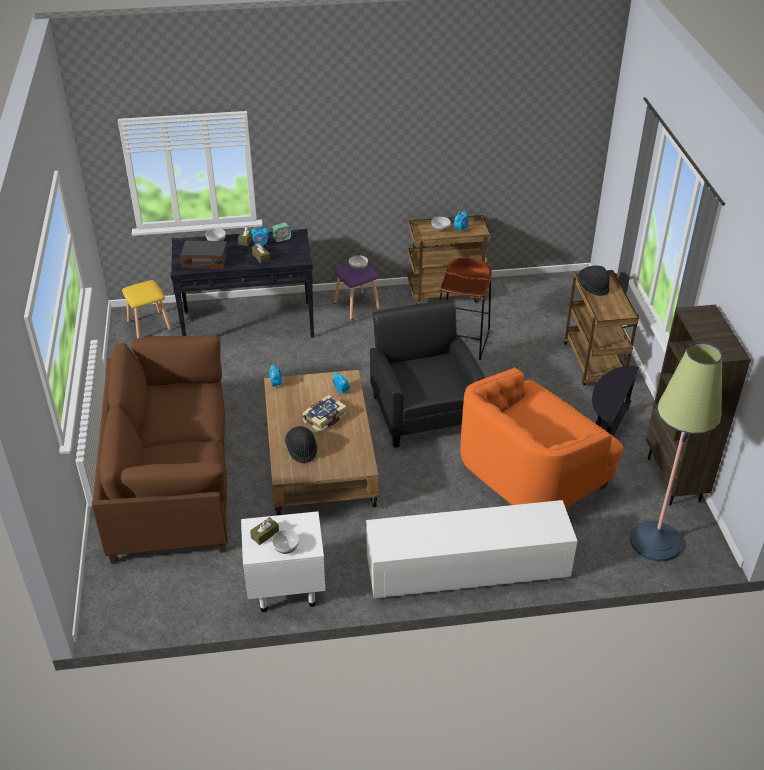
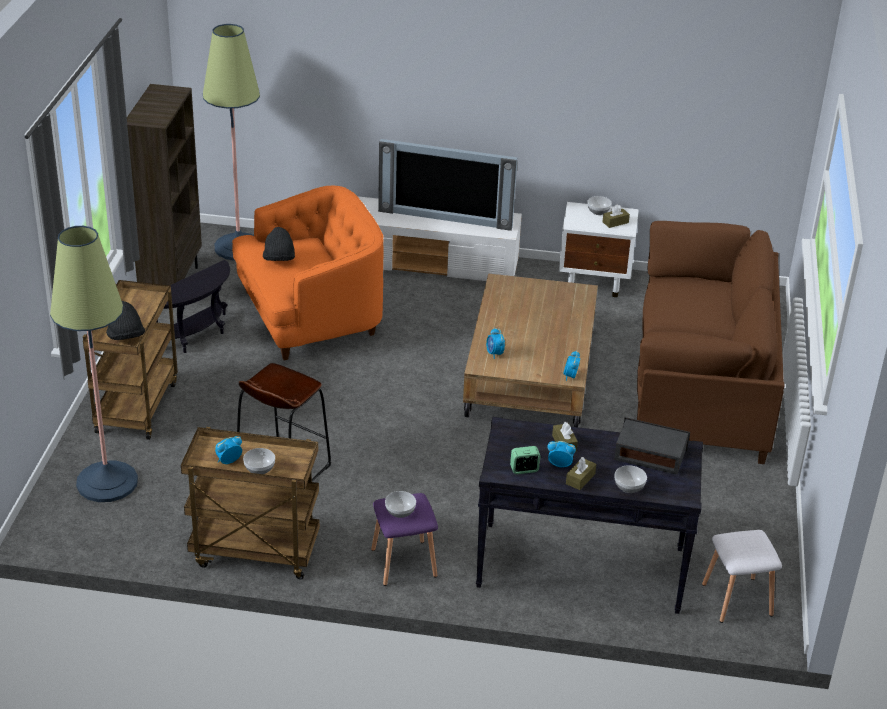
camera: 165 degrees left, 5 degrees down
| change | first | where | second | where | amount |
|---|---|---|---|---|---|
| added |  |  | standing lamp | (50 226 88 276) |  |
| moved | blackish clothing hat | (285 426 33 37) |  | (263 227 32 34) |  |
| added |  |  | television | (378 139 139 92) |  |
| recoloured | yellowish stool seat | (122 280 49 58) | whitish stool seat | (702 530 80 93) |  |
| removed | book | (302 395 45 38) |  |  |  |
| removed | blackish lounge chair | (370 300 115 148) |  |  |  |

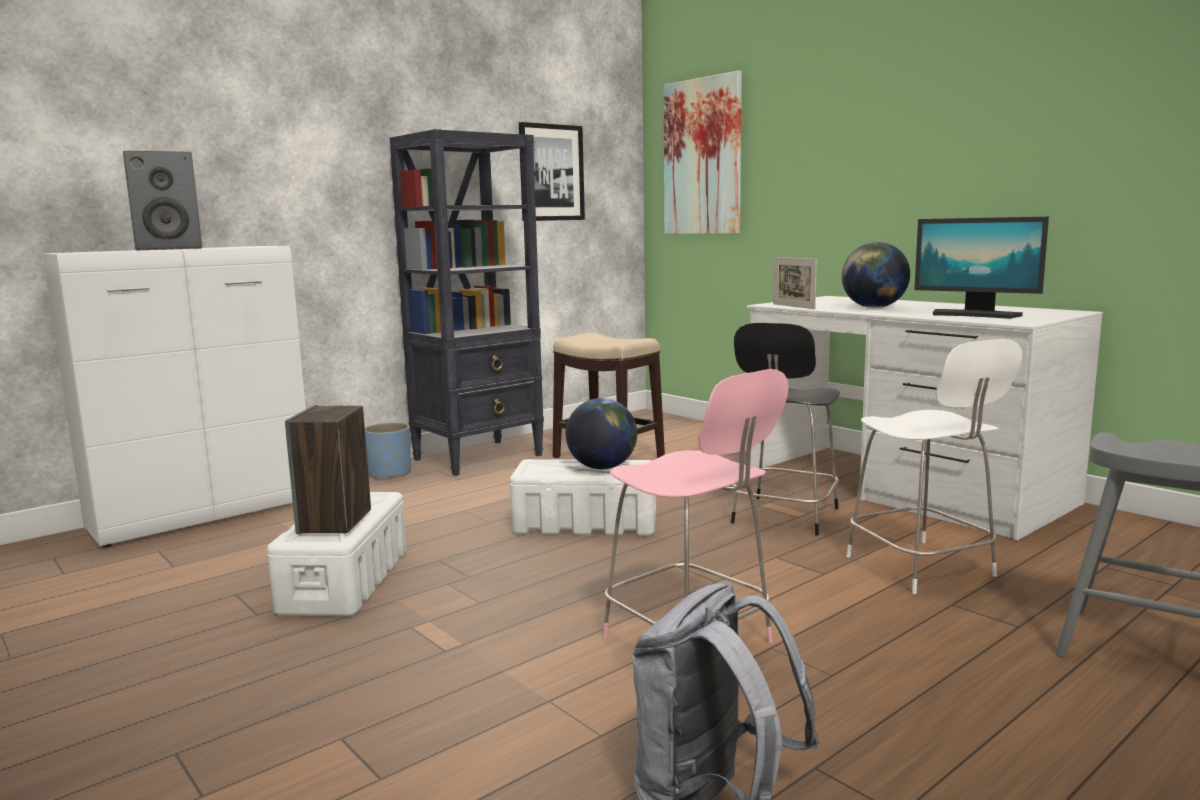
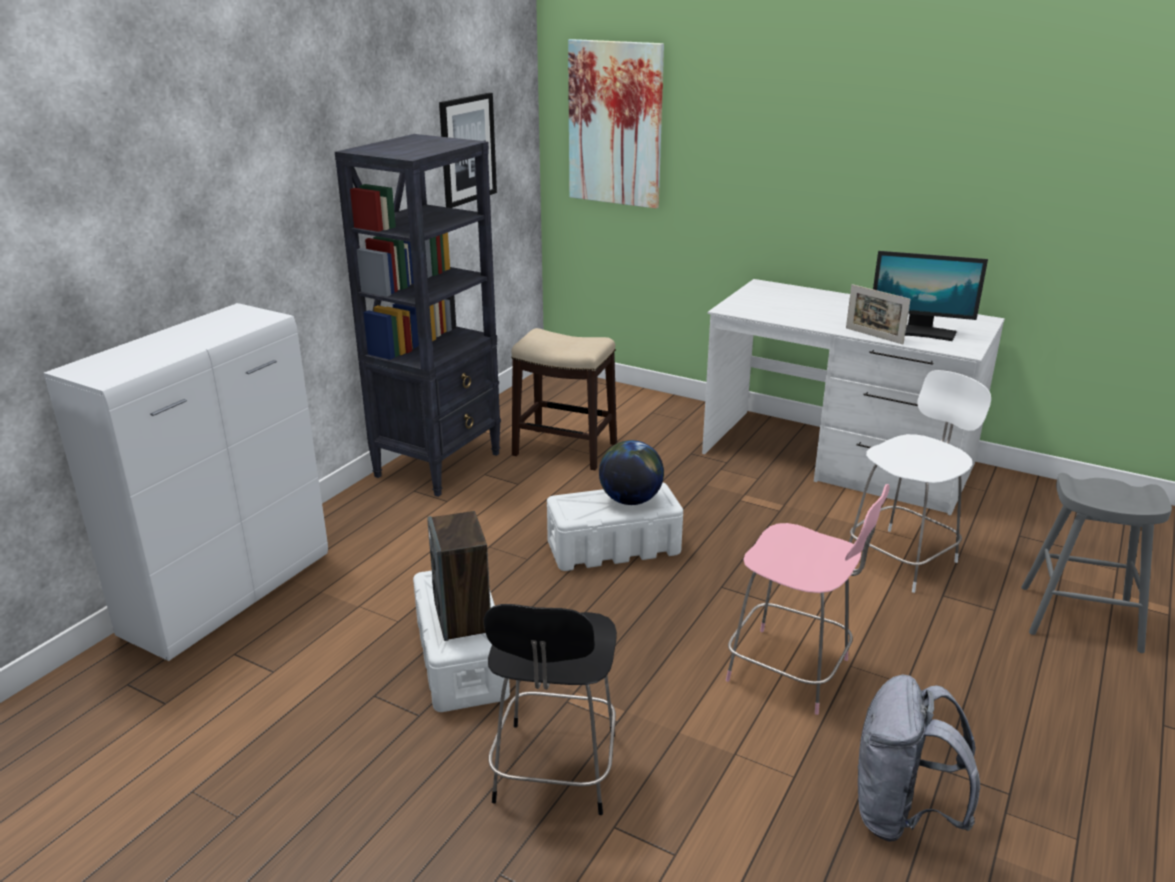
camera: 20 degrees left, 15 degrees up
| change | first | where | second | where | amount |
|---|---|---|---|---|---|
| moved | blackish plain chair | (731 323 109 213) |  | (484 604 133 211) |  |
| moved | picture frame | (774 257 43 52) |  | (846 284 65 60) |  |
| turned | whitish plain chair | (846 339 176 255) |  | (849 370 142 223) | 90 degrees counterclockwise |
| removed | speaker | (123 151 79 99) |  |  |  |
| removed | blue planter | (365 422 46 57) |  |  |  |
| removed | desk globe | (842 242 68 66) |  |  |  |

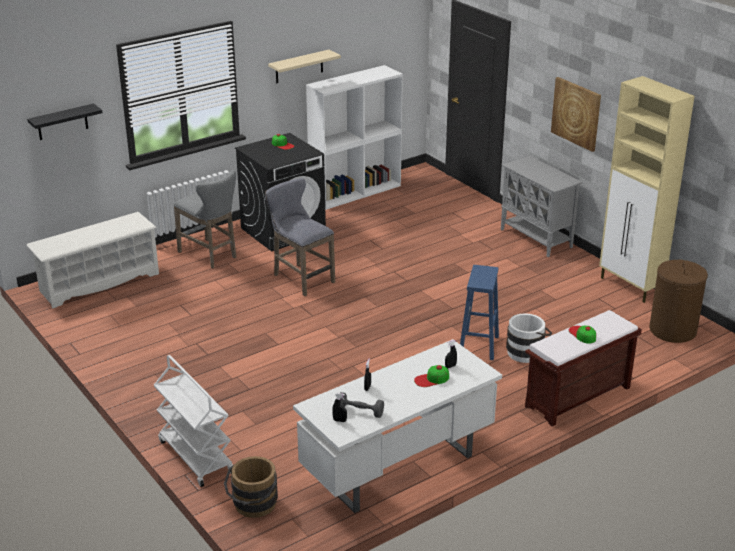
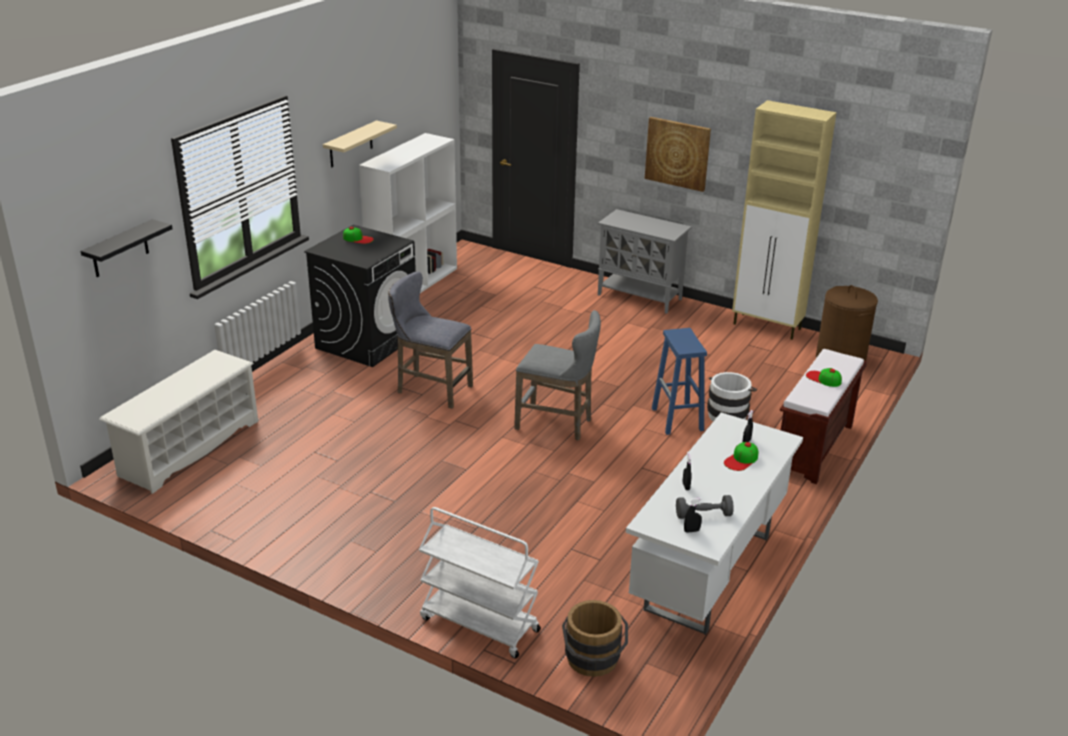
camera: 25 degrees left, 0 degrees up
| change | first | where | second | where | amount |
|---|---|---|---|---|---|
| moved | grey stool seat | (173 170 64 98) |  | (514 310 87 130) |  |

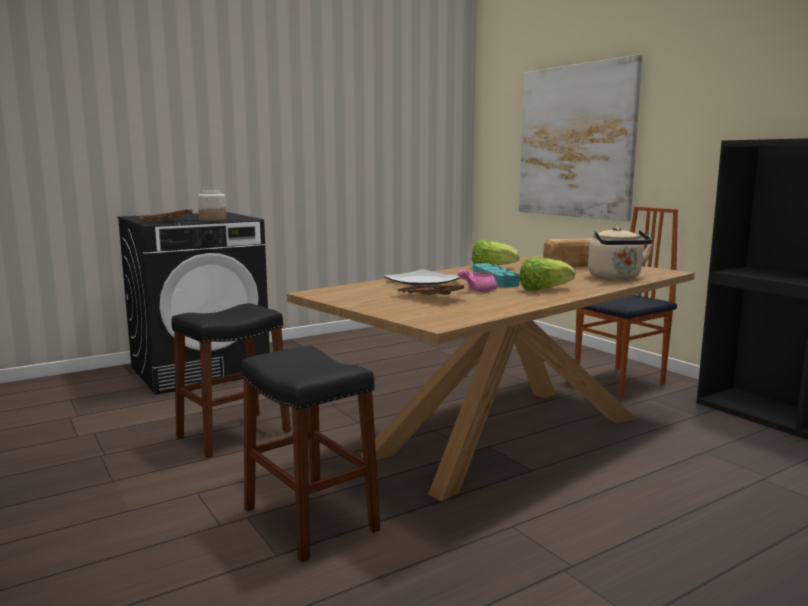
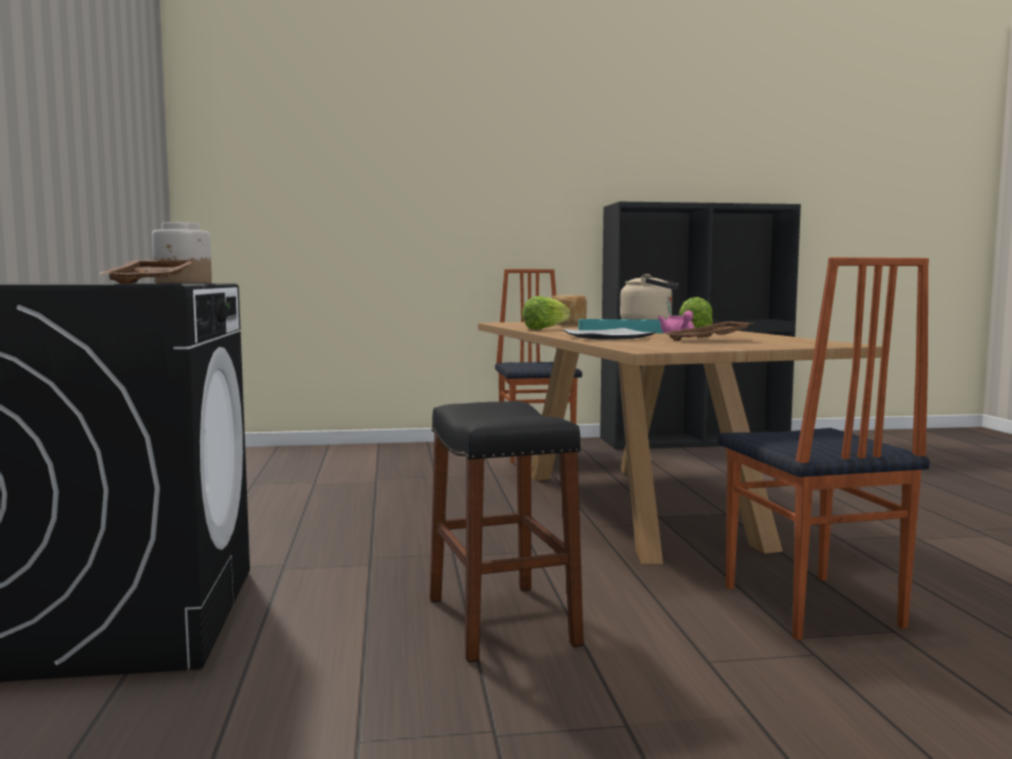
camera: 65 degrees left, 5 degrees down
| change | first | where | second | where | amount |
|---|---|---|---|---|---|
| replaced | blackish stool seat | (241 346 139 216) | plain chair | (718 257 212 383) |  |
| removed | wall picture | (519 55 123 167) |  |  |  |

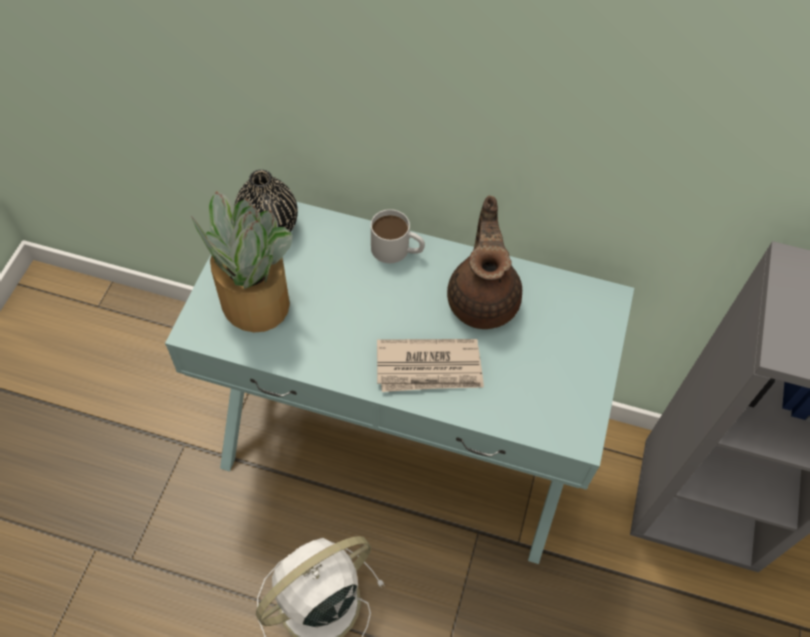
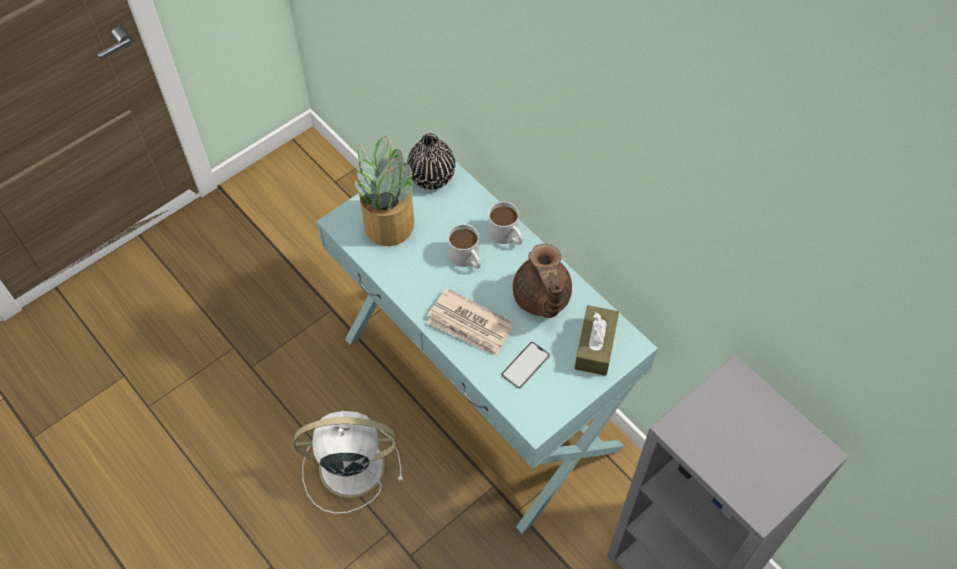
camera: 35 degrees right, 0 degrees up
| change | first | where | second | where | amount |
|---|---|---|---|---|---|
| added |  |  | whitish tea mug | (448 224 33 45) |  |
| added |  |  | phone | (502 342 48 47) |  |
| turned | brown pot for tea | (447 196 75 133) |  | (513 244 59 74) | 135 degrees clockwise |
| added |  |  | brown box of tissues | (574 305 45 71) |  |

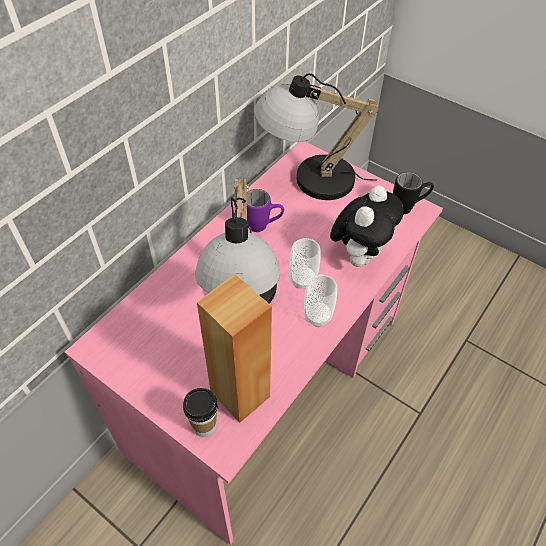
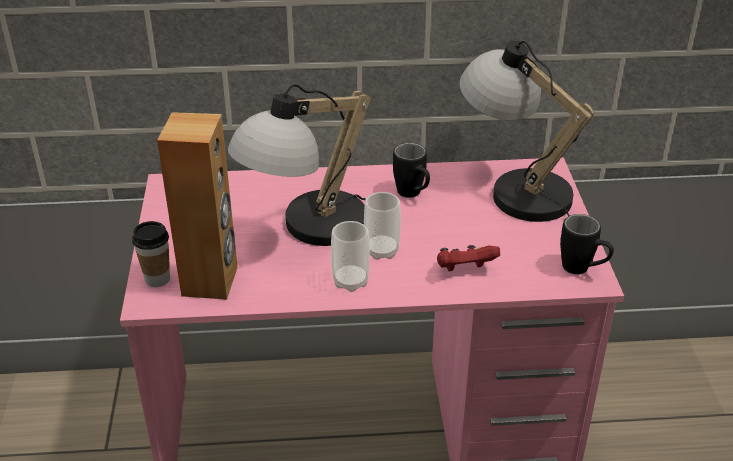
camera: 50 degrees right, 15 degrees down
| change | first | where | second | where | amount |
|---|---|---|---|---|---|
| recoloured | purplish tea mug | (243 189 41 43) | blackish tea mug | (393 143 37 55) |  |
| replaced | cuddly toy | (330 185 74 82) | red joypad | (437 245 63 26) |  |

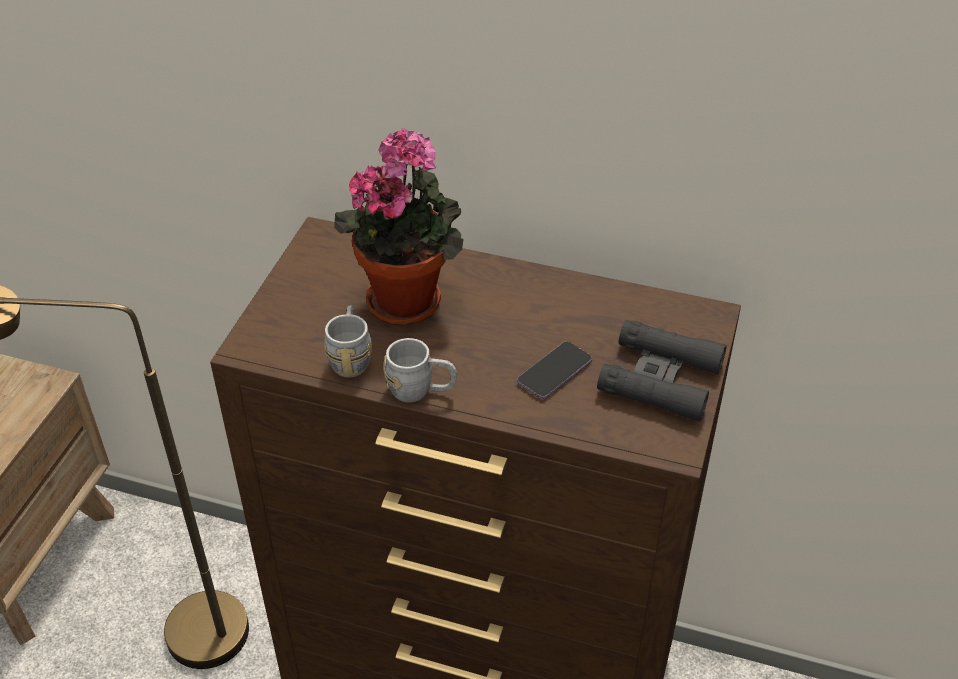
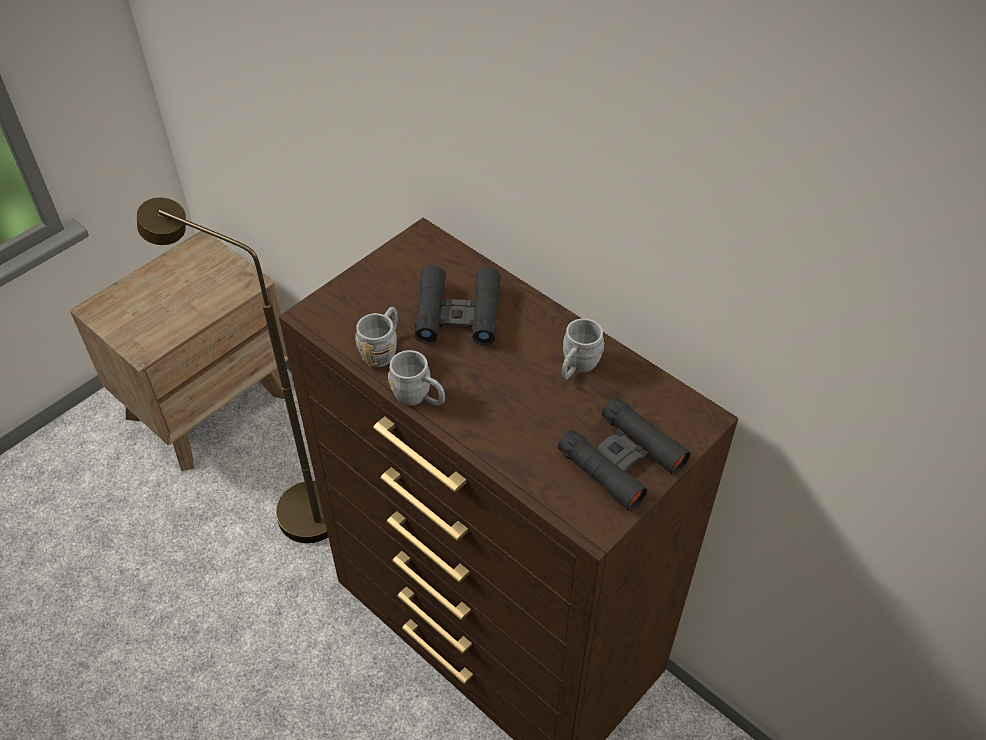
camera: 25 degrees right, 5 degrees up
| change | first | where | second | where | amount |
|---|---|---|---|---|---|
| replaced | plant in a pot | (334 128 129 197) | blackish pair of binoculars | (414 265 87 80) |  |
| added |  |  | grey tea mug | (562 318 42 62) |  |
| removed | phone | (517 341 75 58) |  |  |  |

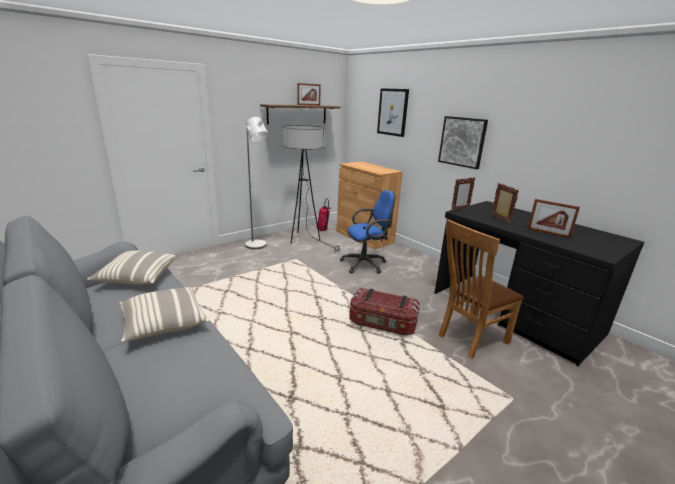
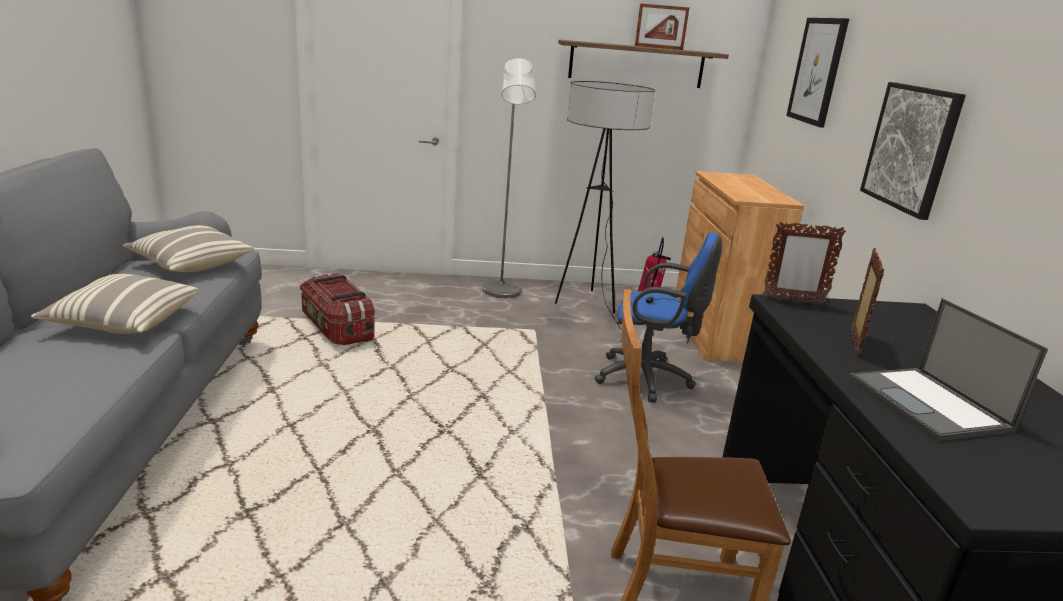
camera: 35 degrees right, 0 degrees up
| change | first | where | second | where | amount |
|---|---|---|---|---|---|
| moved | storage container | (349 288 71 47) |  | (300 273 75 72) |  |
| replaced | picture frame | (527 199 53 39) | notebook computer | (849 298 199 143) |  |

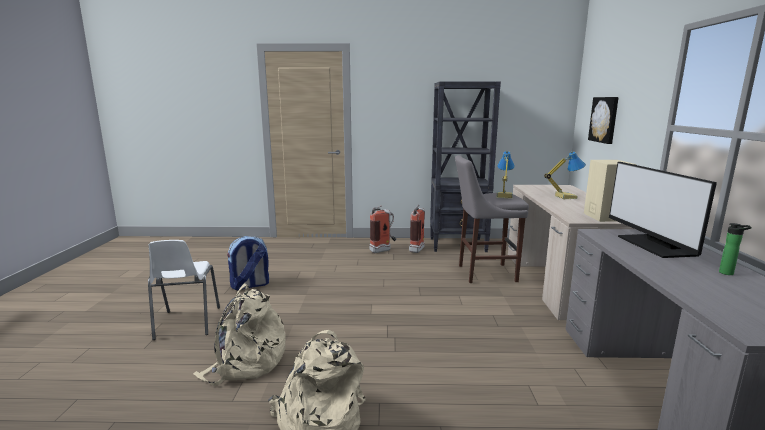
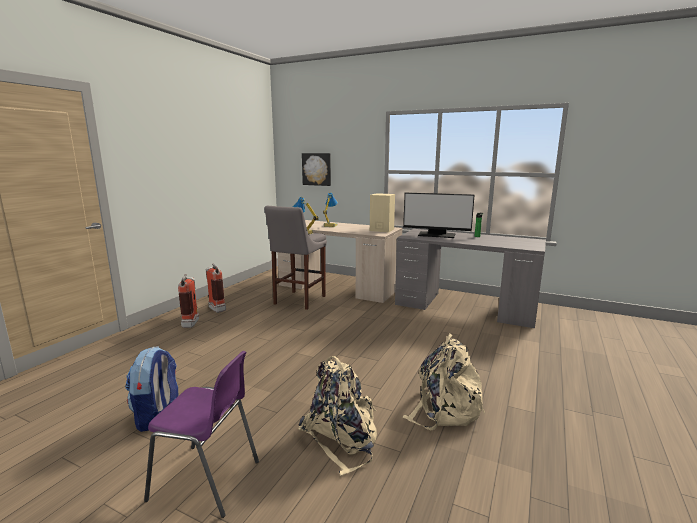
camera: 65 degrees left, 0 degrees up
| change | first | where | second | where | amount |
|---|---|---|---|---|---|
| recoloured | whitish plain chair | (148 240 72 100) | purplish plain chair | (144 351 115 167) |  |
| removed | blackish bookcase | (430 82 71 170) |  |  |  |

